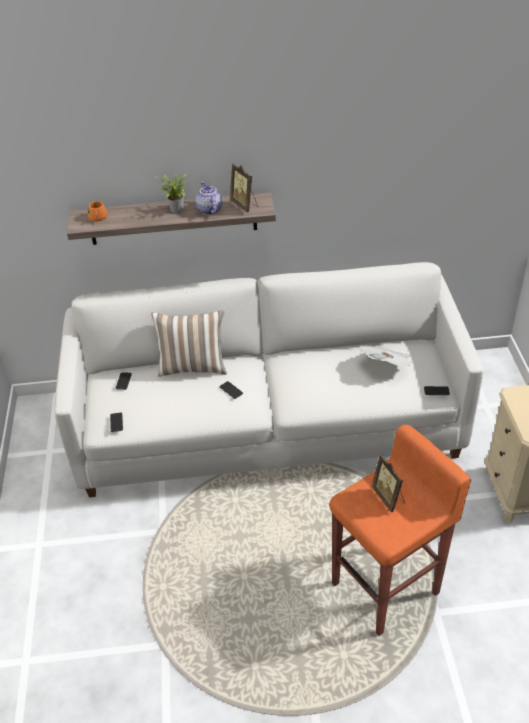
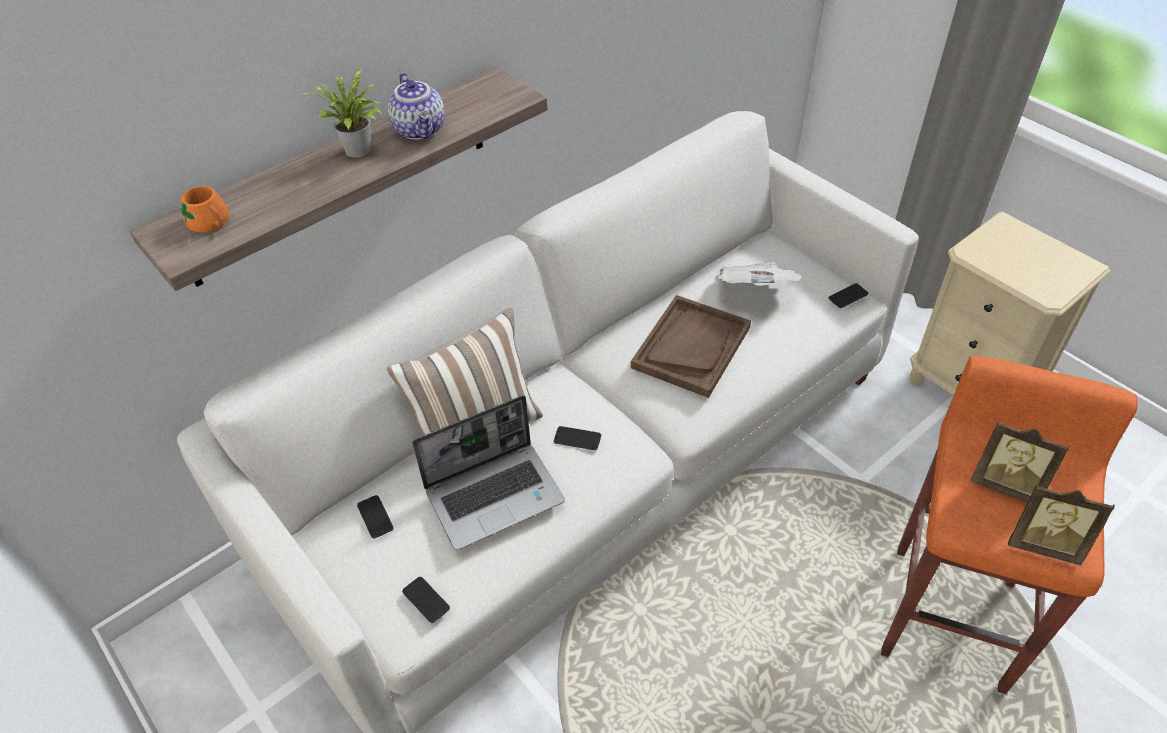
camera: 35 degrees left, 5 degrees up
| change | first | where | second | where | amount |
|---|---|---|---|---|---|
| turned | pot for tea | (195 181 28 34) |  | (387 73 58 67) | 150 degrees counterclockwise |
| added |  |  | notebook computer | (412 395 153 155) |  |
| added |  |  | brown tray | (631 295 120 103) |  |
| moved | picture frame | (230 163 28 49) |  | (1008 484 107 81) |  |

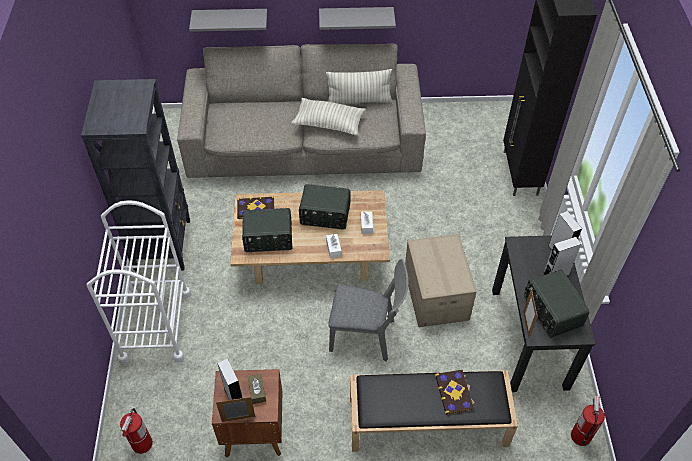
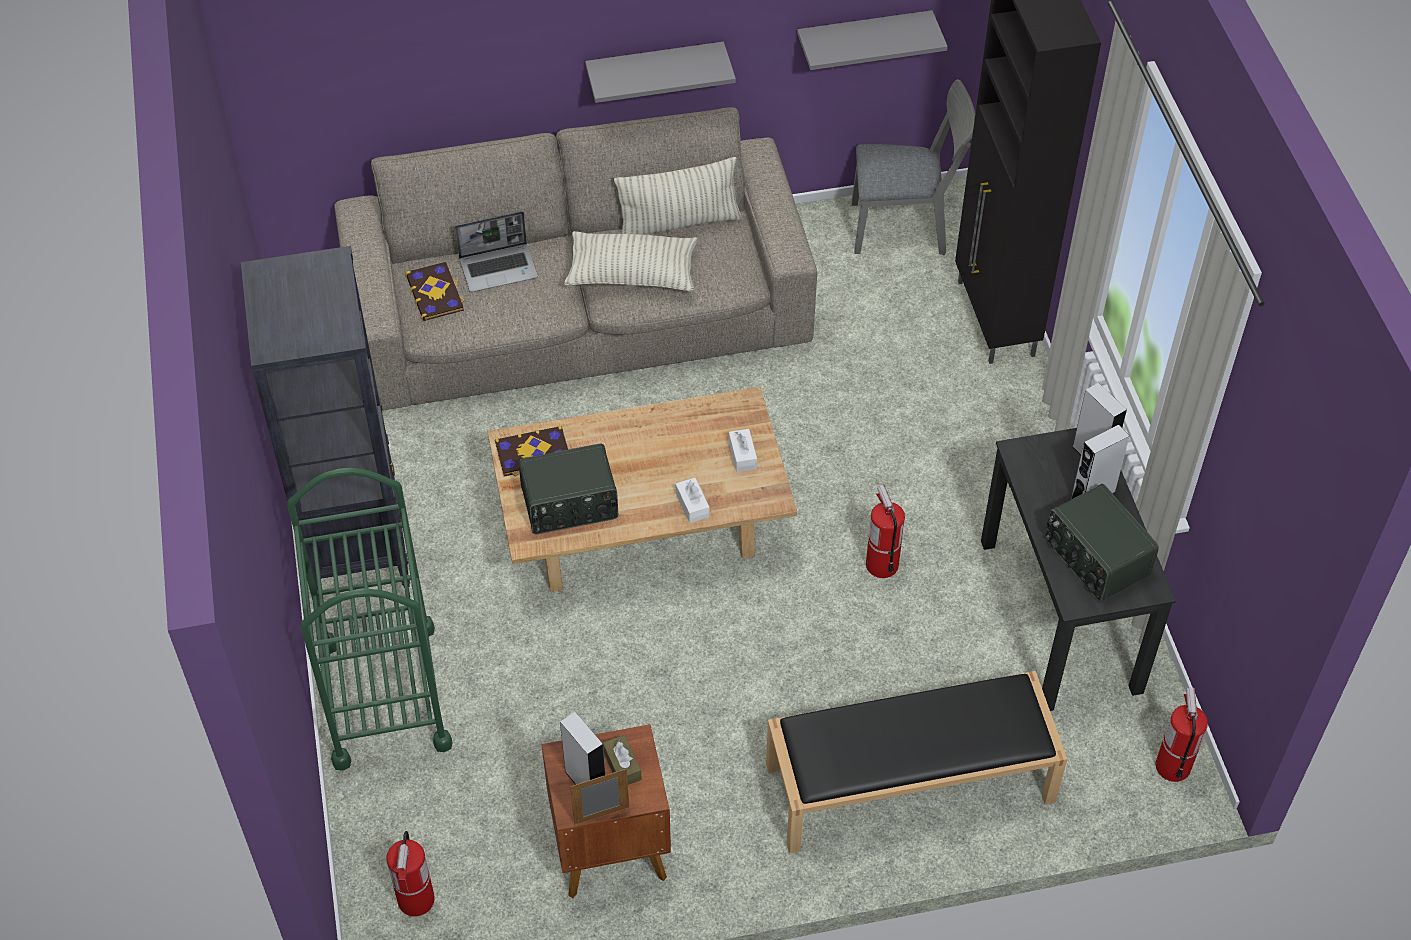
camera: 10 degrees left, 0 degrees up
| change | first | where | second | where | amount |
|---|---|---|---|---|---|
| recoloured | whitish cart | (87 200 104 164) | green cart | (287 468 166 303) |  |
| moved | book | (435 370 40 45) |  | (405 262 61 59) |  |
| added |  |  | notebook computer | (455 211 83 81) |  |
| moved | grey wall shelf | (189 9 78 23) |  | (797 10 151 60) |  |
| moved | grey plain chair | (328 259 80 102) |  | (852 80 123 175) |  |
| replaced | cardboard box | (405 234 72 93) | extinguisher | (866 485 39 93) |  |
| removed | radio | (299 184 51 46) |  |  |  |
| removed | picture frame | (523 288 15 50) |  |  |  |

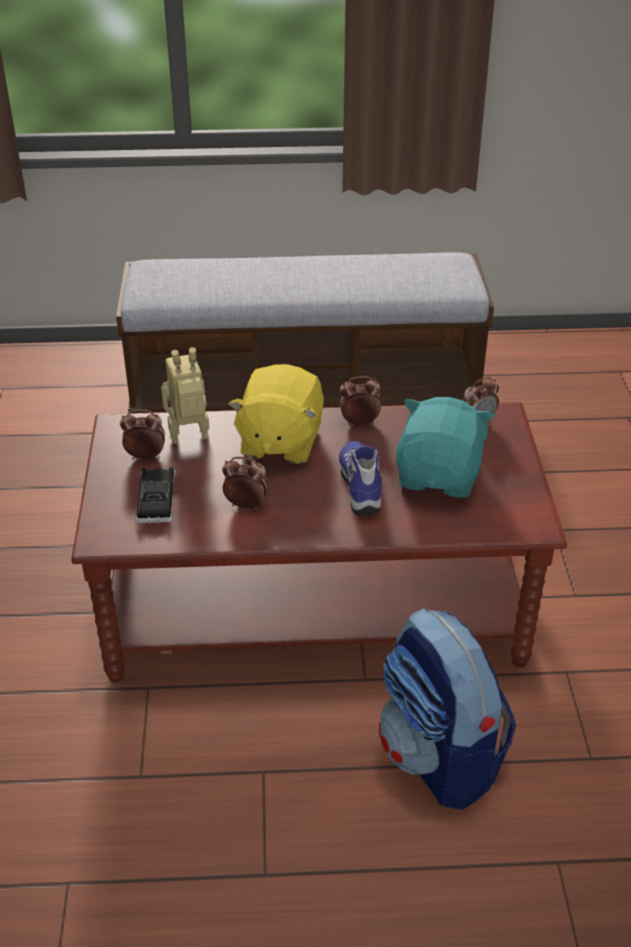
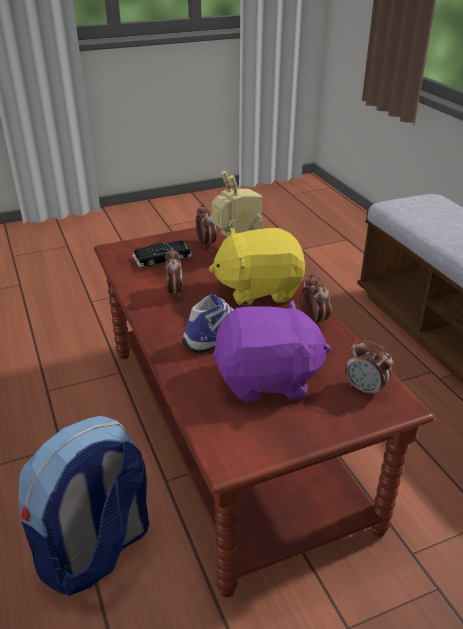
camera: 70 degrees right, 5 degrees down
| change | first | where | second | where | amount |
|---|---|---|---|---|---|
| recoloured | turquoise-coloured cuddly toy | (396 397 99 101) | purplish cuddly toy | (212 300 119 103) |  |

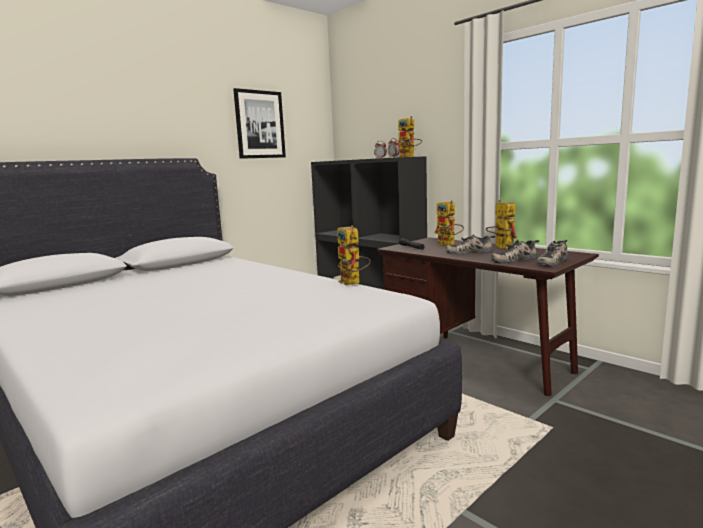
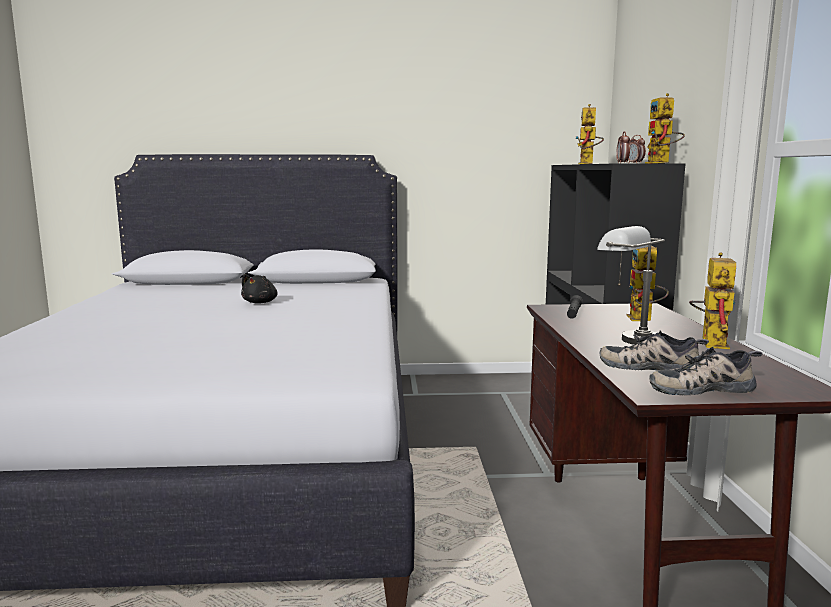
camera: 40 degrees right, 0 degrees up
| change | first | where | second | where | amount |
|---|---|---|---|---|---|
| added |  |  | blackish cuddly toy | (241 274 36 30) |  |
| moved | toy robot | (337 226 34 60) |  | (576 104 28 60) |  |
| replaced | item of footwear | (446 234 49 20) | grey lamp for a table | (597 226 68 119) |  |
| removed | wall picture | (233 88 53 71) |  |  |  |

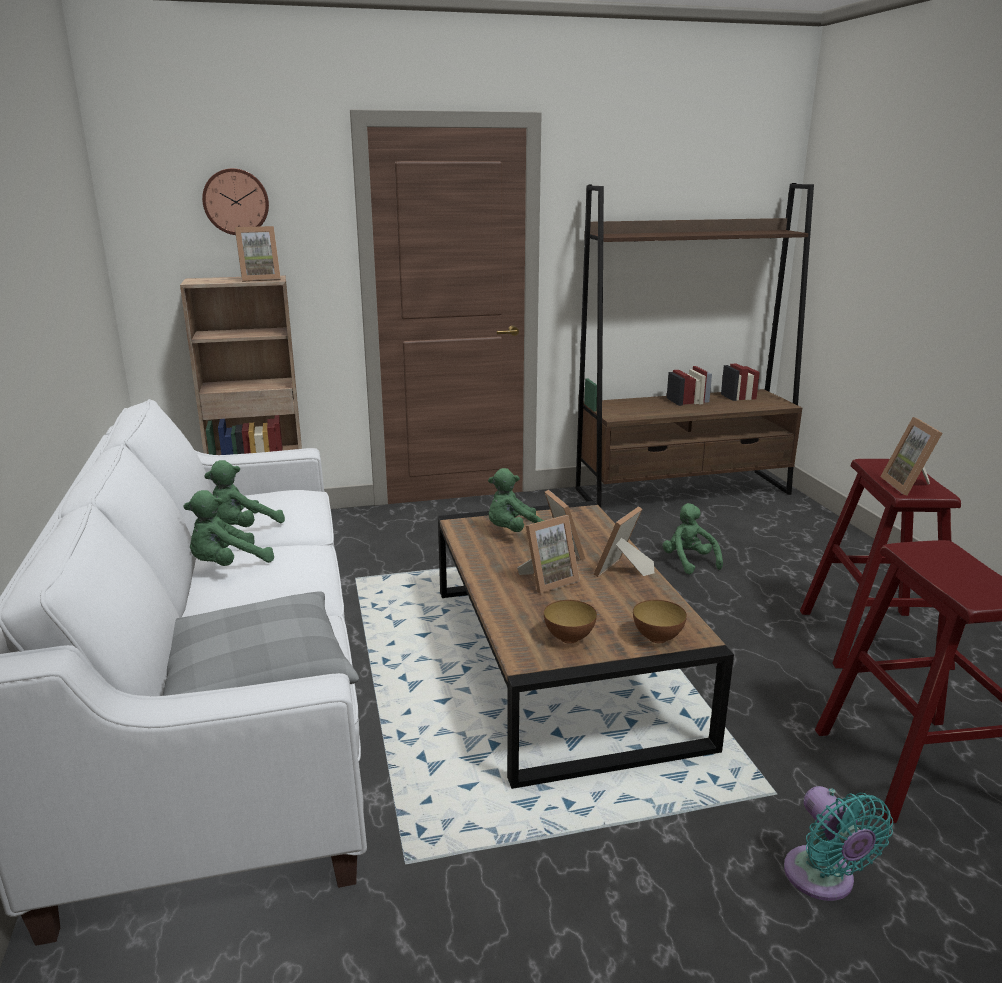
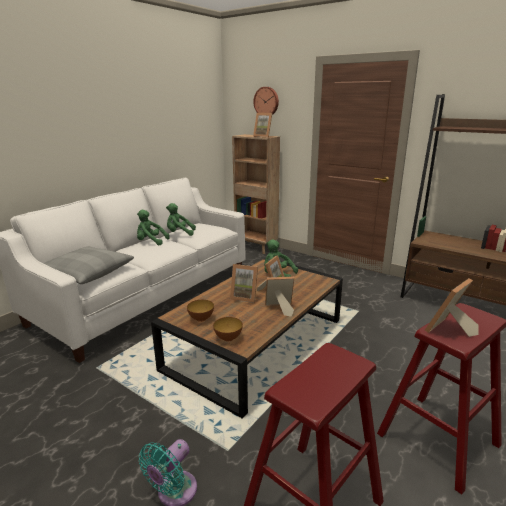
camera: 50 degrees right, 0 degrees up
| change | first | where | second | where | amount |
|---|---|---|---|---|---|
| removed | green cuddly toy | (663 503 60 71) |  |  |  |

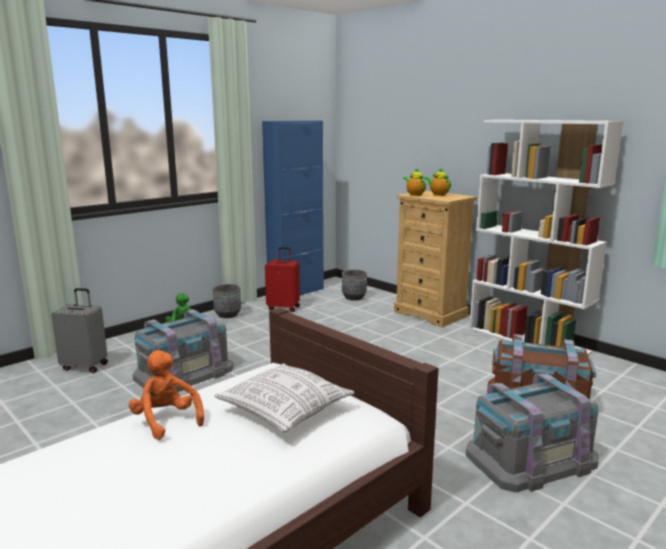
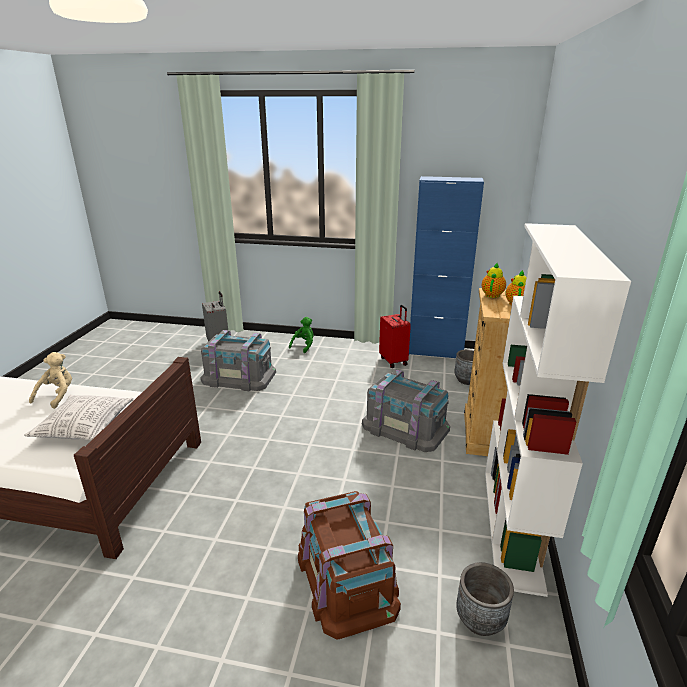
camera: 55 degrees right, 10 degrees up
| change | first | where | second | where | amount |
|---|---|---|---|---|---|
| recoloured | orange-coloured cuddly toy | (129 350 75 90) | beige cuddly toy | (29 352 43 57) |  |
| moved | grey storage container | (466 373 132 120) |  | (362 370 88 82) |  |
| moved | grey planter | (213 284 28 34) |  | (456 562 58 74) |  |

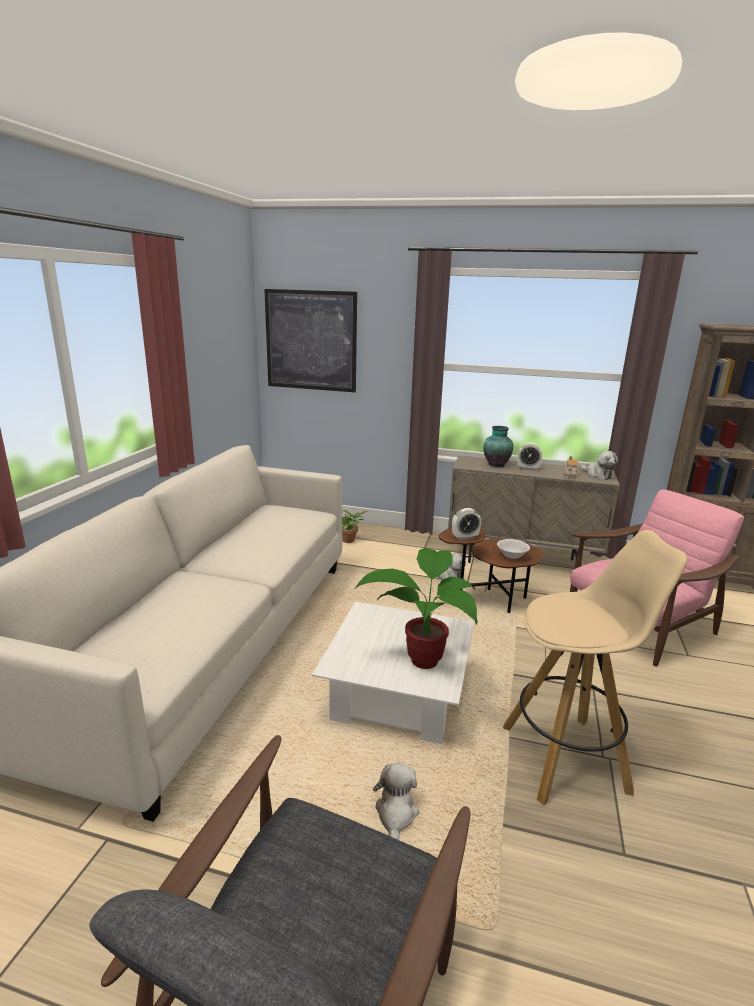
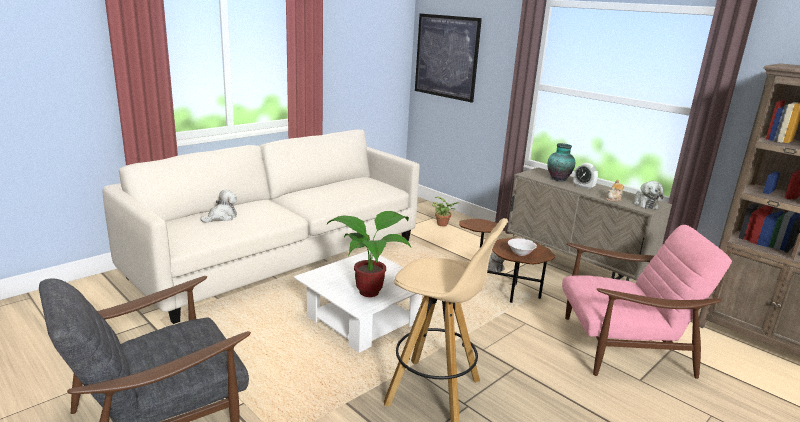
camera: 30 degrees right, 0 degrees up
| change | first | where | second | where | amount |
|---|---|---|---|---|---|
| moved | cuddly toy | (373 763 46 77) |  | (200 190 37 33) |  |
| removed | table clock | (452 508 29 32) |  |  |  |

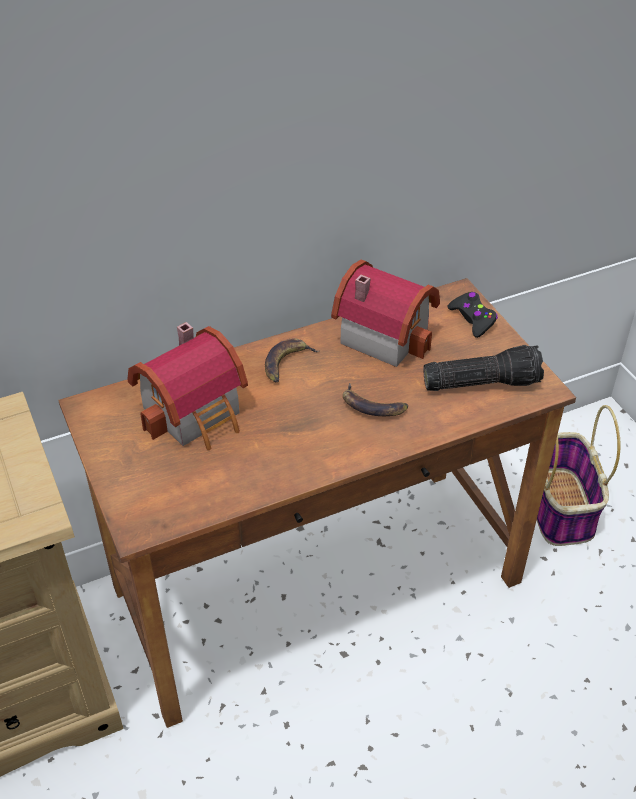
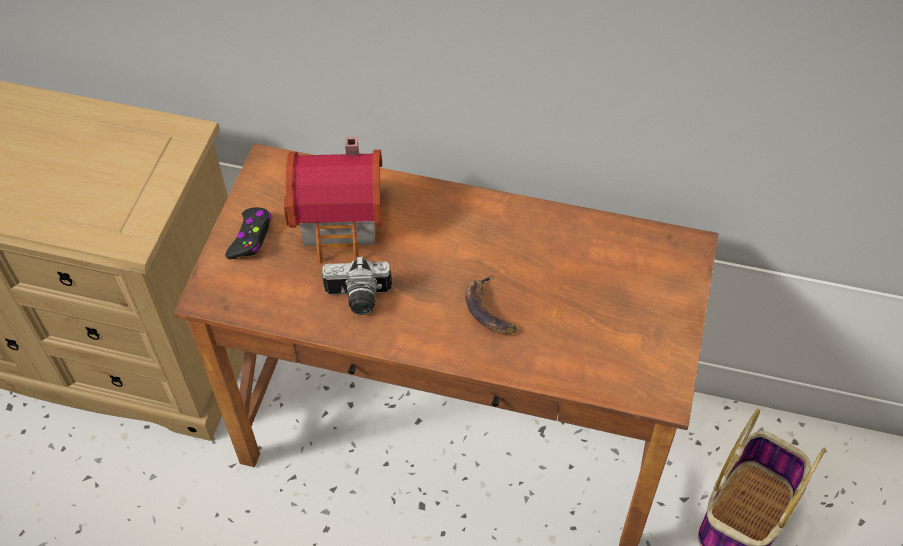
camera: 40 degrees right, 10 degrees up
| change | first | where | second | where | amount |
|---|---|---|---|---|---|
| moved | blackish joypad | (448 292 50 46) |  | (225 207 46 52) |  |
| added |  |  | photo camera | (322 256 70 59) |  |
| removed | banana | (265 338 55 45) |  |  |  |
| removed | toy house | (331 259 109 108) |  |  |  |
| removed | hand torch | (423 345 121 46) |  |  |  |

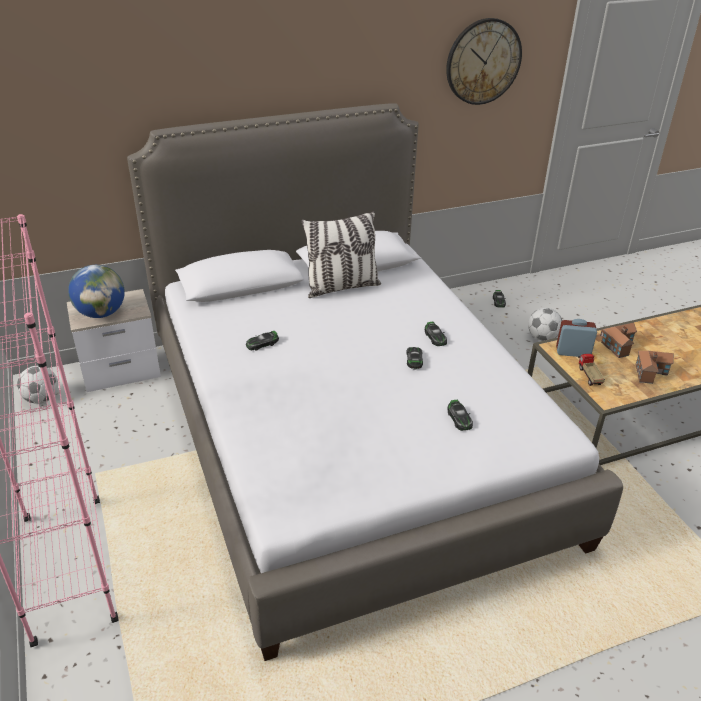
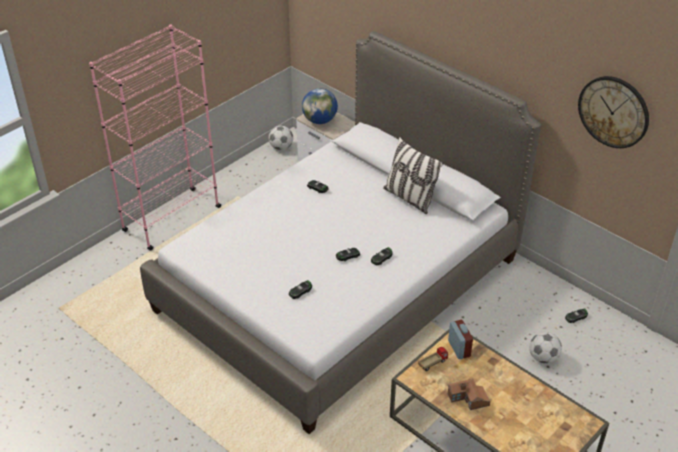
camera: 65 degrees right, 5 degrees up
| change | first | where | second | where | amount |
|---|---|---|---|---|---|
| removed | toy house | (600 322 37 36) |  |  |  |

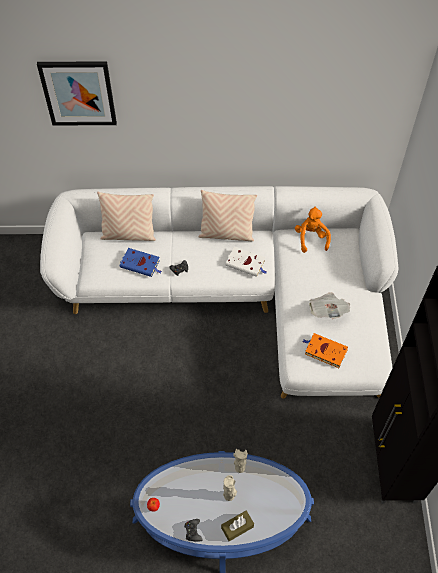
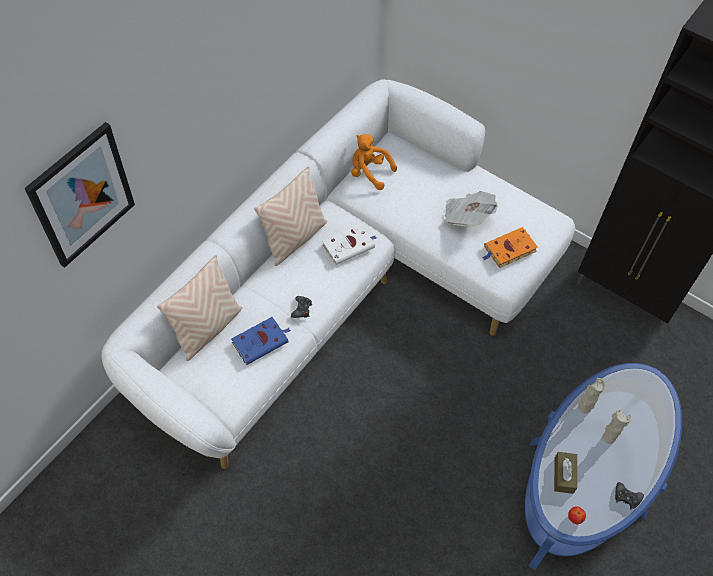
camera: 55 degrees left, 0 degrees up
| change | first | where | second | where | amount |
|---|---|---|---|---|---|
| moved | brown box of tissues | (221 510 33 31) |  | (554 452 23 42) |  |

